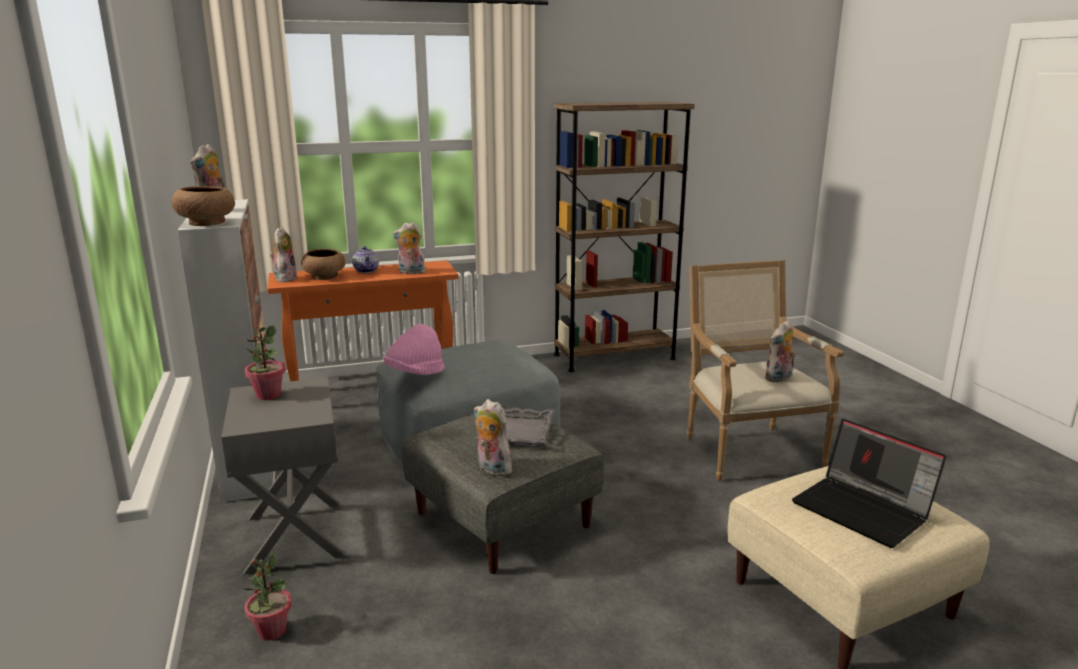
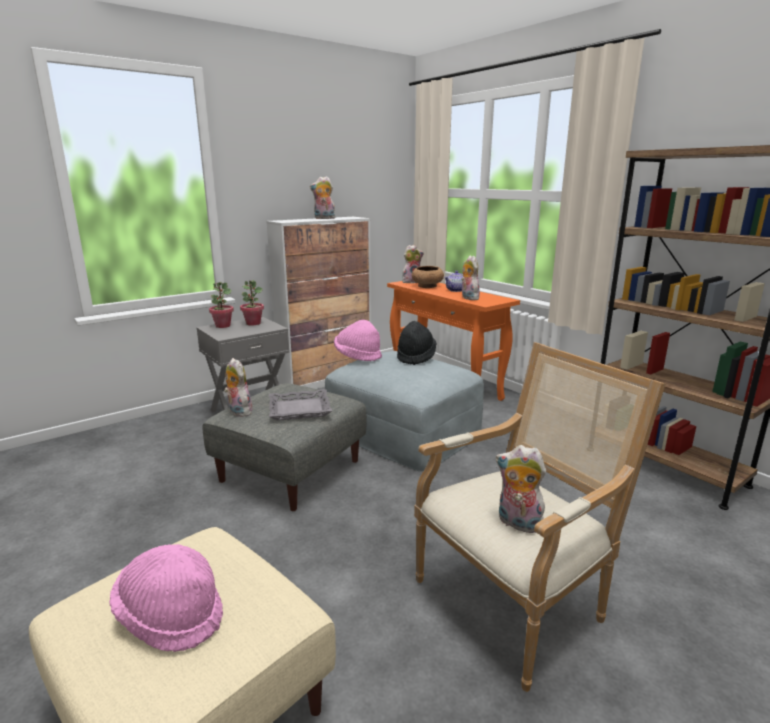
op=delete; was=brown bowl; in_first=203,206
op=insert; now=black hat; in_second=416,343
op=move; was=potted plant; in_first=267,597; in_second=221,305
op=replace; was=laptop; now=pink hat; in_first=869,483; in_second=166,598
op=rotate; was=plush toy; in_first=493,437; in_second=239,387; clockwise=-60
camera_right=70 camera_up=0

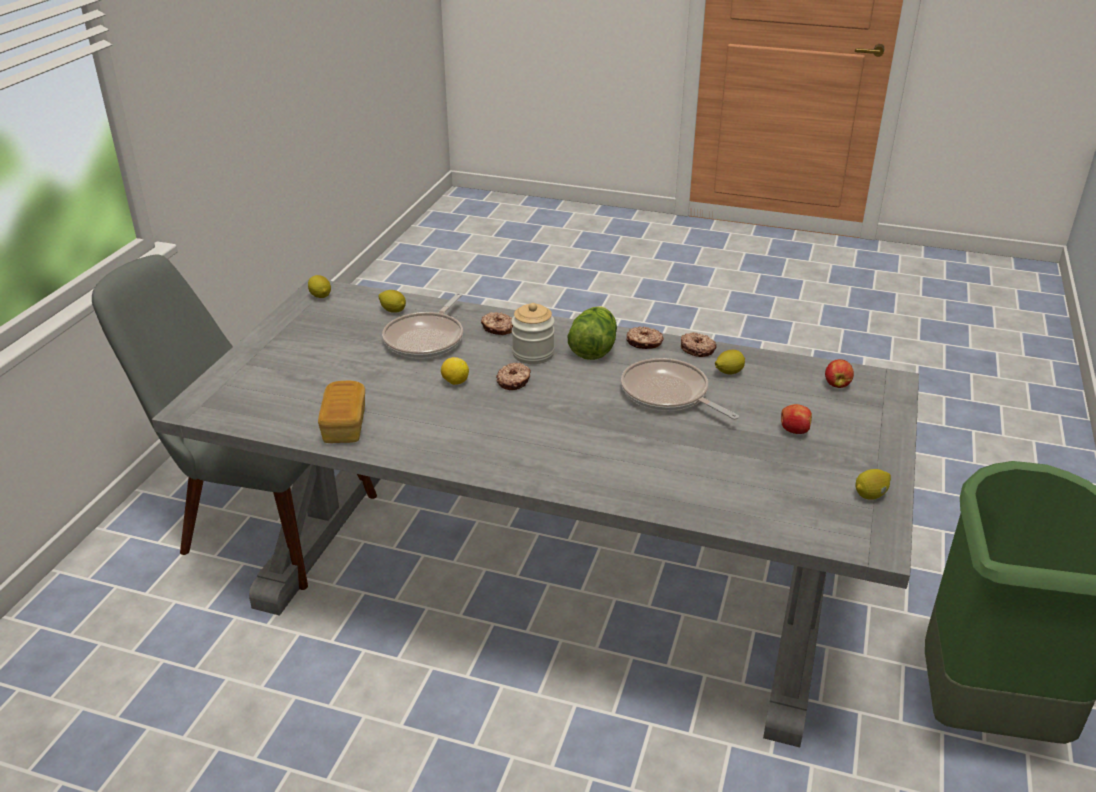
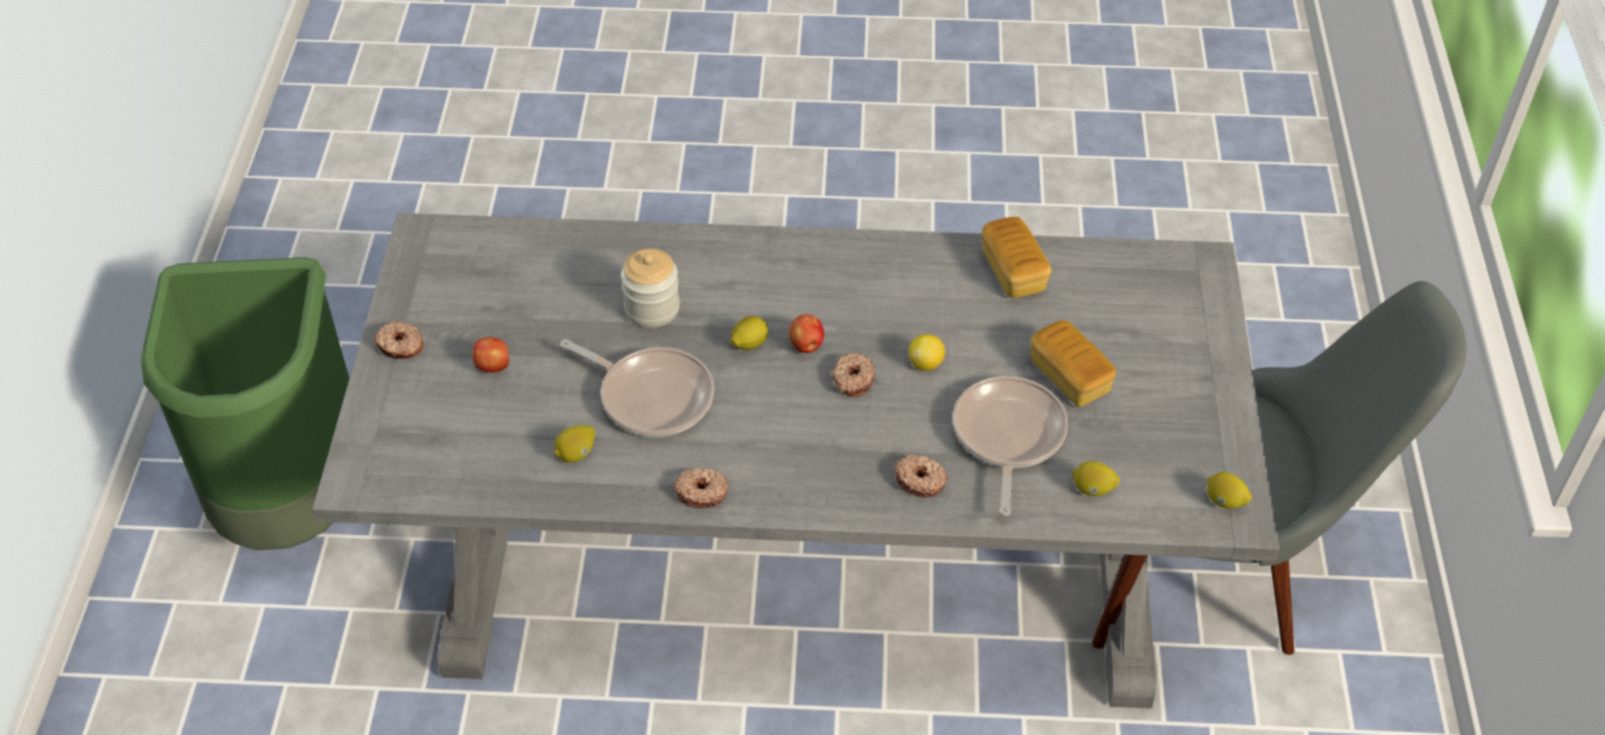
op=delete; was=lettuce; in_first=592,333
op=insert; now=bread; in_second=1073,363
op=move; was=jar; in_first=533,333; in_second=650,288
op=move; was=donut; in_first=699,344; in_second=399,340
op=move; was=apple; in_first=839,373; in_second=806,333
op=move; was=lemon; in_first=873,484; in_second=749,333
camera_right=165 camera_up=15

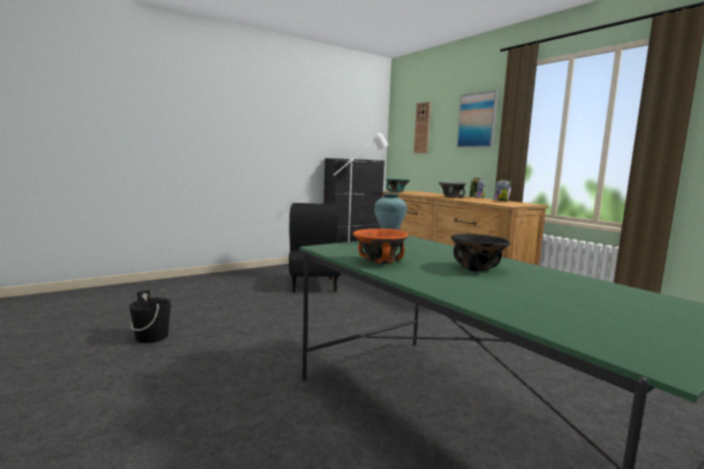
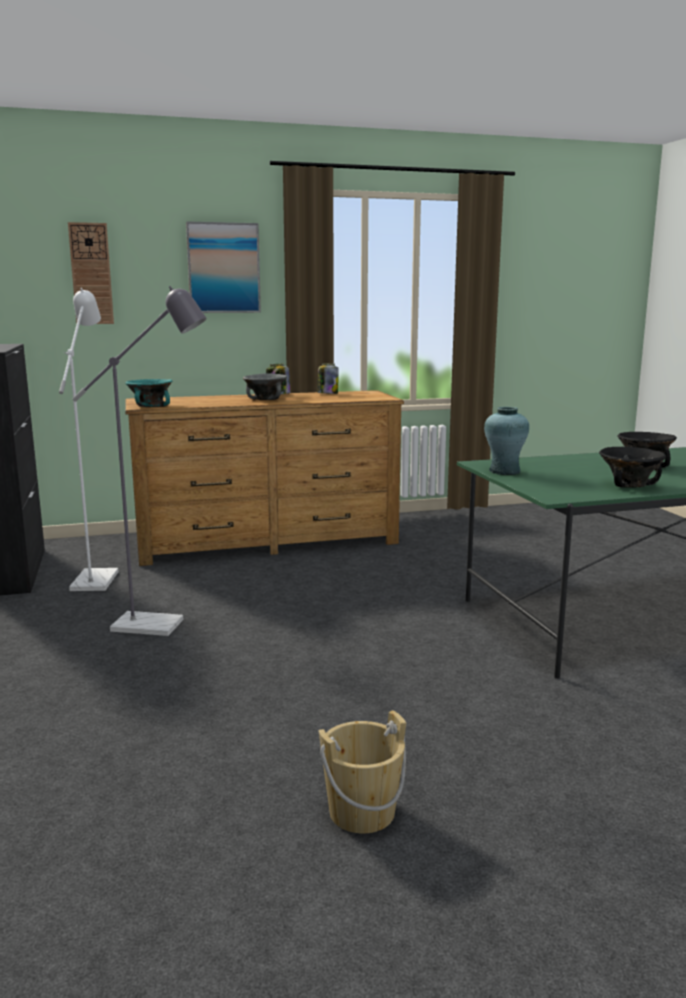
op=replace; was=black chair; now=grey floor lamp; in_first=315,248; in_second=139,461
op=recolor; was=black bucket; now=beige bucket; in_first=150,316; in_second=362,772
op=recolor; was=orange bowl; now=black bowl; in_first=380,246; in_second=632,467
camera_right=-70 camera_up=5

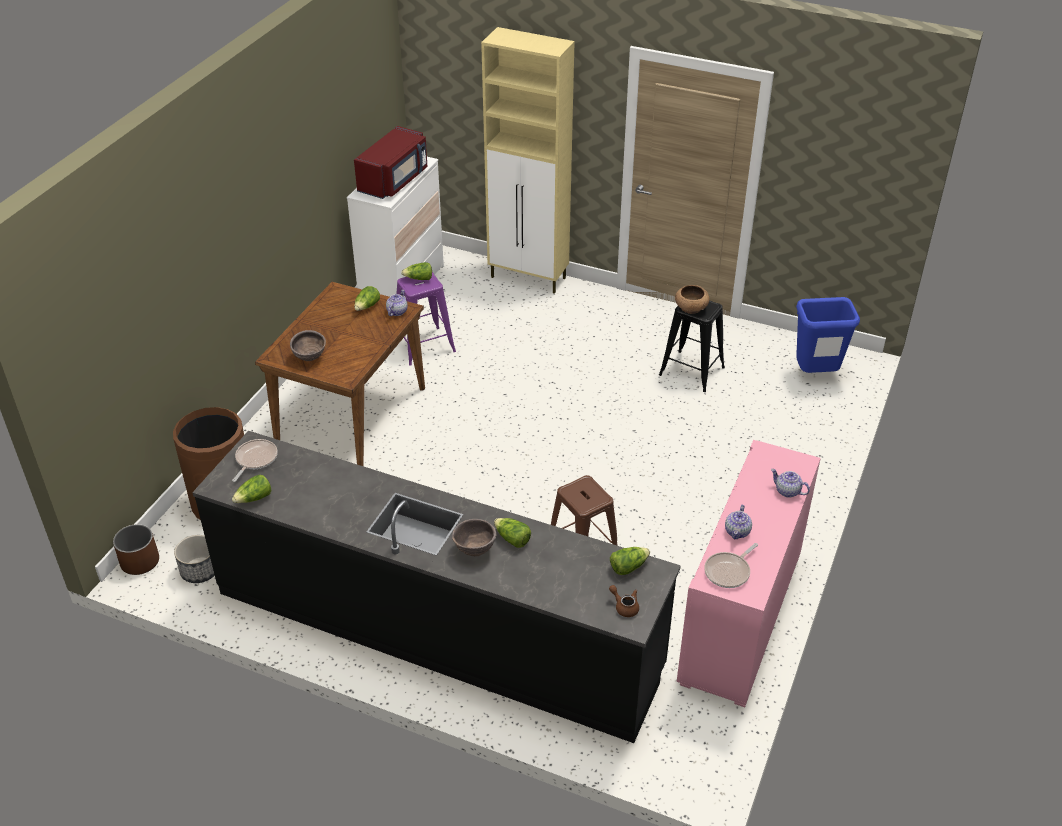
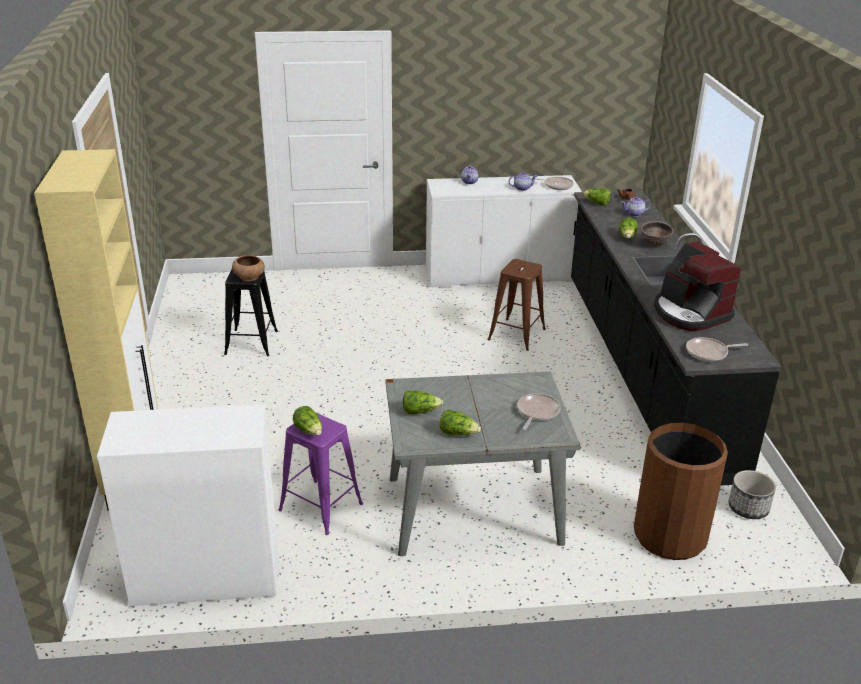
op=delete; was=brown planter; in_first=136,549
op=delete; was=red microwave; in_first=391,162
op=delete; was=blue trash can; in_first=828,335
op=insert; now=coffee machine; in_second=697,286
op=move; was=lettuce; in_first=251,489; in_second=460,422
op=move; was=teapot; in_first=397,303; in_second=636,206
op=replace; was=brown bowl; now=frying pan; in_first=308,345; in_second=538,411
op=recolor; was=brown dining table; now=grey dining table; in_first=340,374; in_second=482,463
op=recolor; was=pink cabinet; now=white cabinet; in_first=749,573; in_second=504,231
camera_right=-120 camera_up=-10

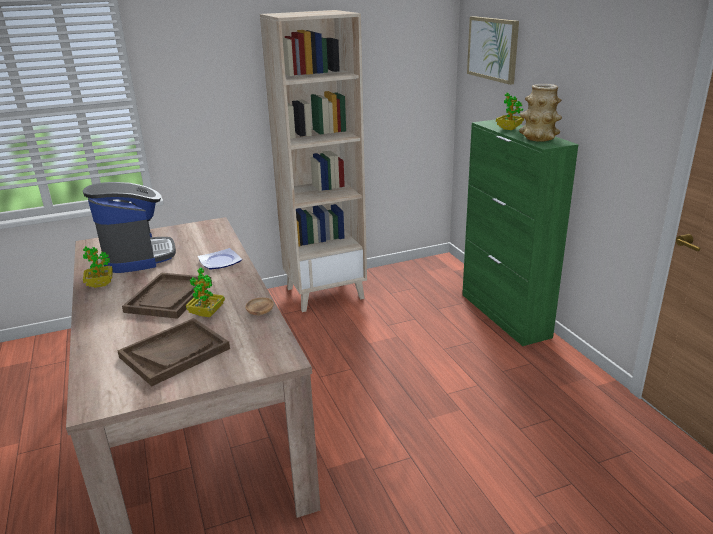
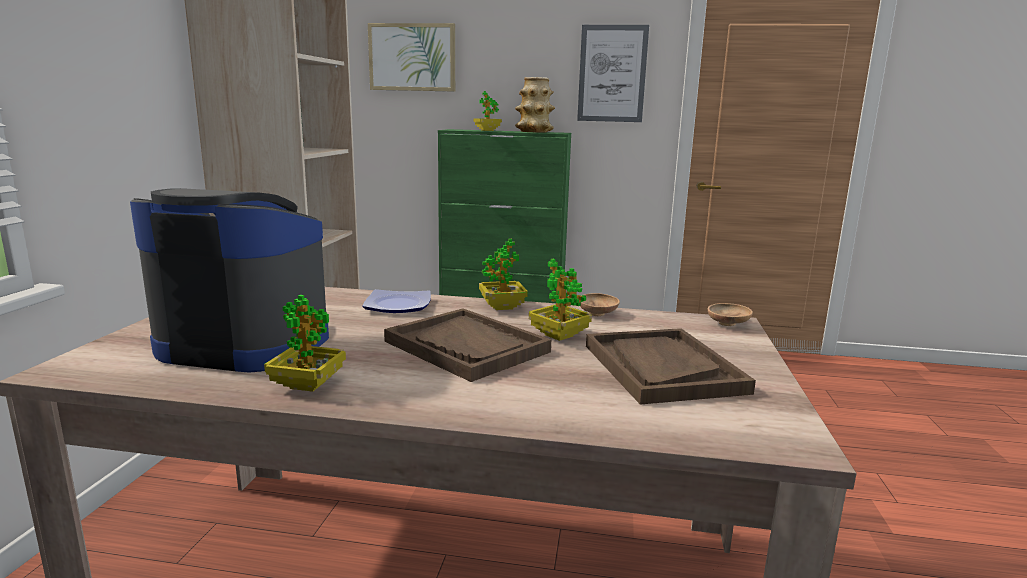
op=insert; now=potted plant; in_second=503,274
op=insert; now=picture; in_second=613,73
op=insert; now=brown bowl; in_second=730,314
camera_right=-60 camera_up=-10

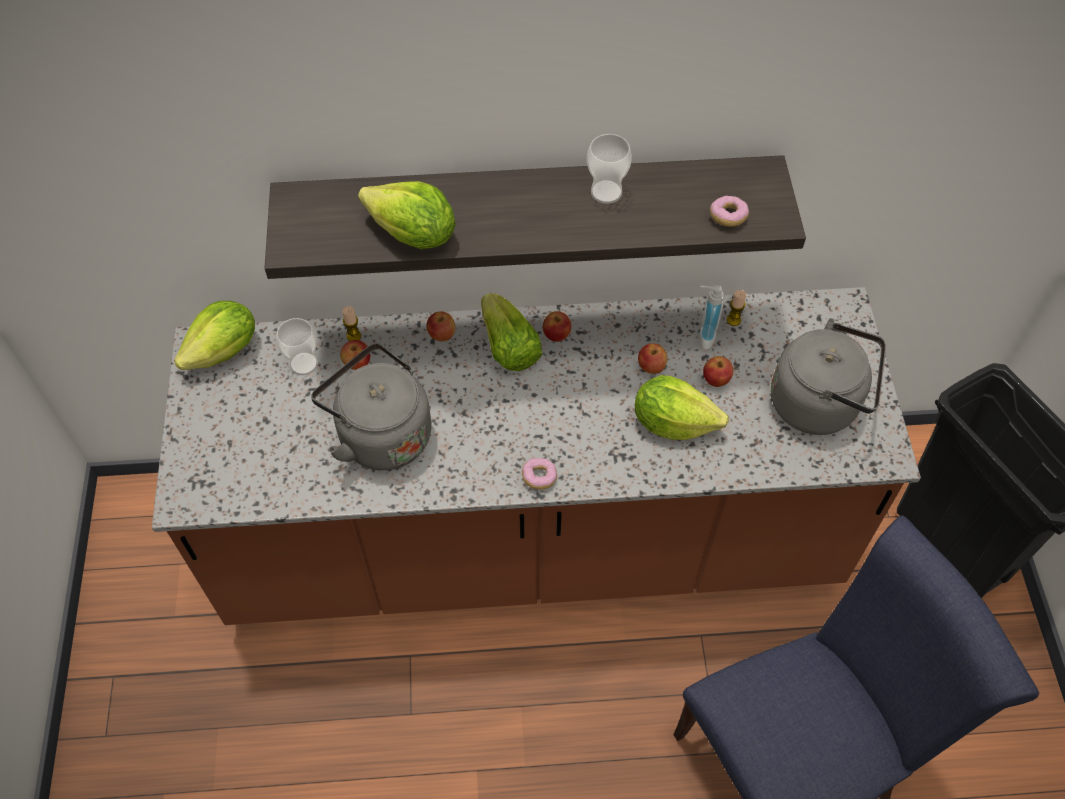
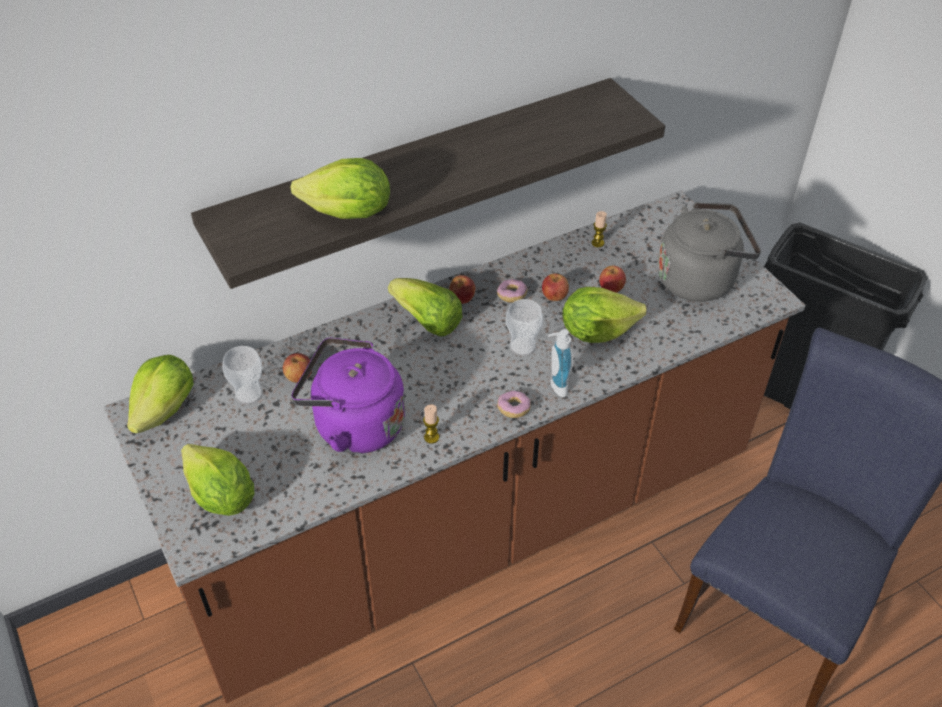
op=delete; was=apple; in_first=441,326
op=insert; now=lettuce; in_second=218,480
op=move; was=candle; in_first=351,323; in_second=431,424
op=move; was=cup; in_first=609,169; in_second=524,327
op=move; was=soap dispenser; in_first=711,317; in_second=560,363
op=move; was=donut; in_first=729,211; in_second=512,290
op=recolor; was=grey kettle; now=purple kettle; in_first=371,406; in_second=348,395
camera_right=-25 camera_up=-10

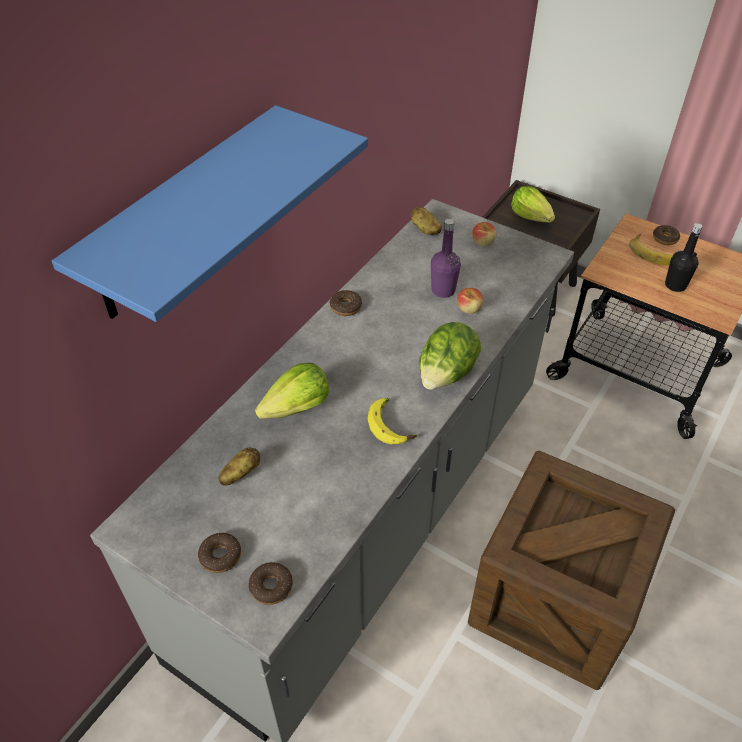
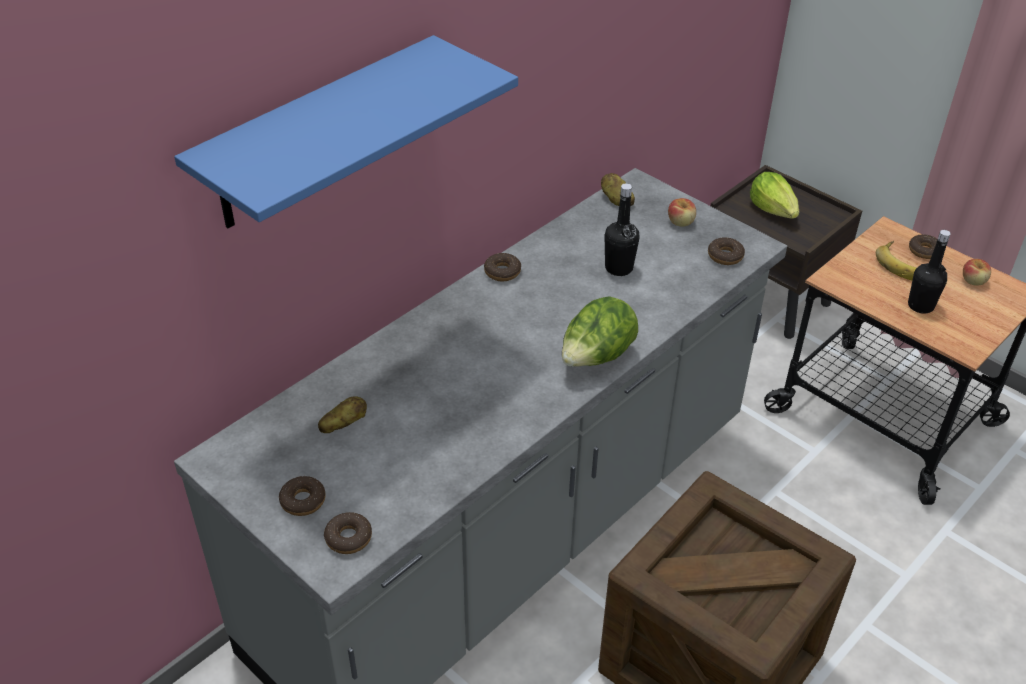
op=delete; was=lettuce; in_first=292,391
op=delete; was=banana; in_first=392,421
op=insert; now=donut; in_second=726,251
op=move; was=apple; in_first=470,301; in_second=977,272
op=recolor; was=purple bottle; now=black bottle; in_first=446,258; in_second=622,229
camera_right=10 camera_up=-5

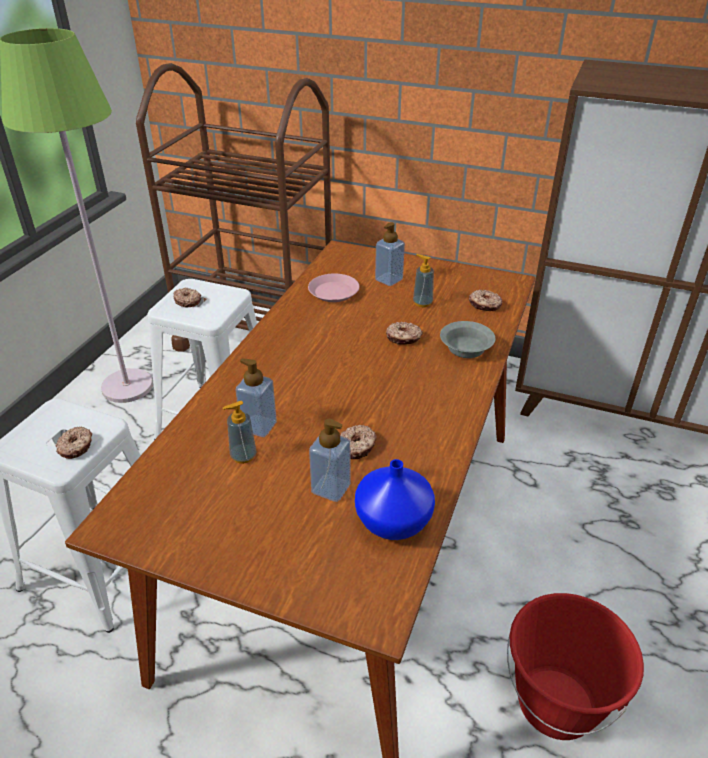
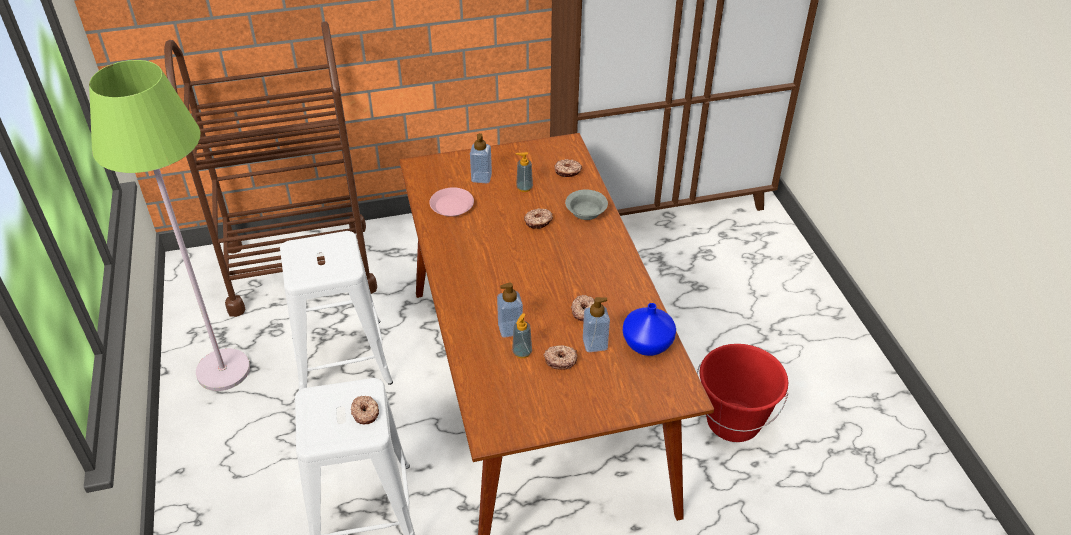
op=move; was=donut; in_first=187,297; in_second=560,357
camera_right=-35 camera_up=5

